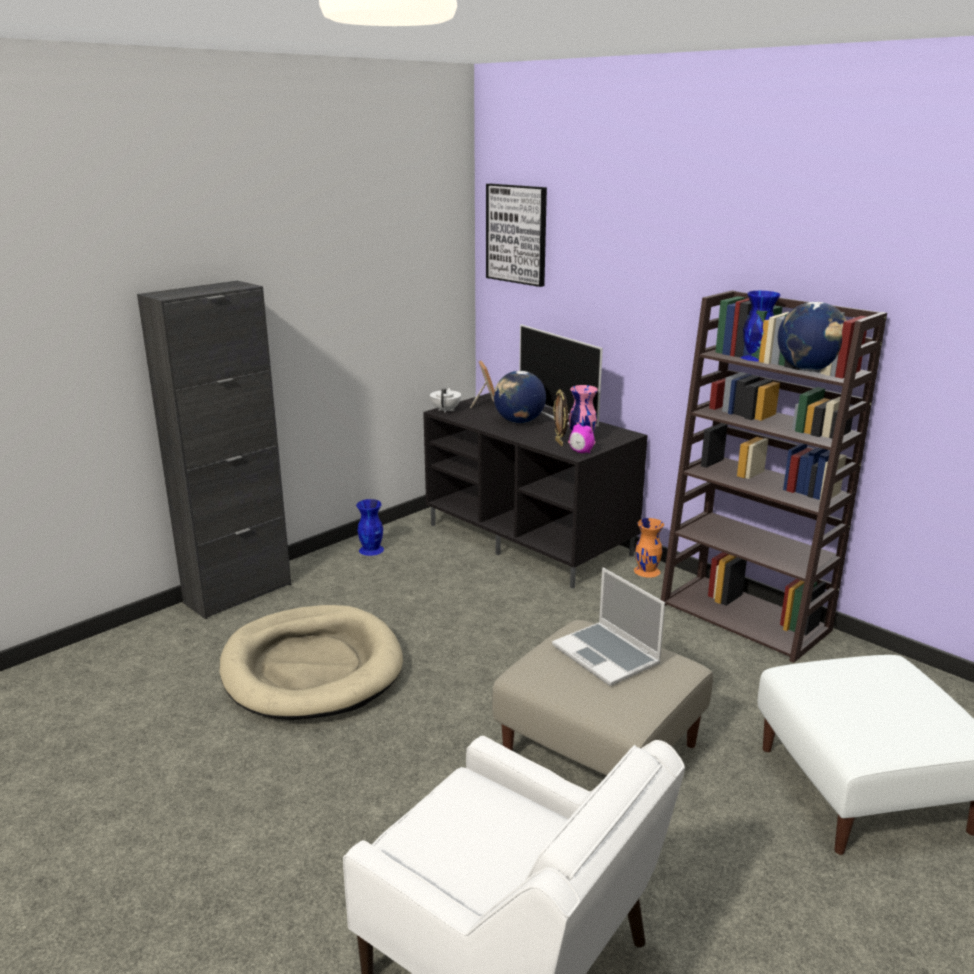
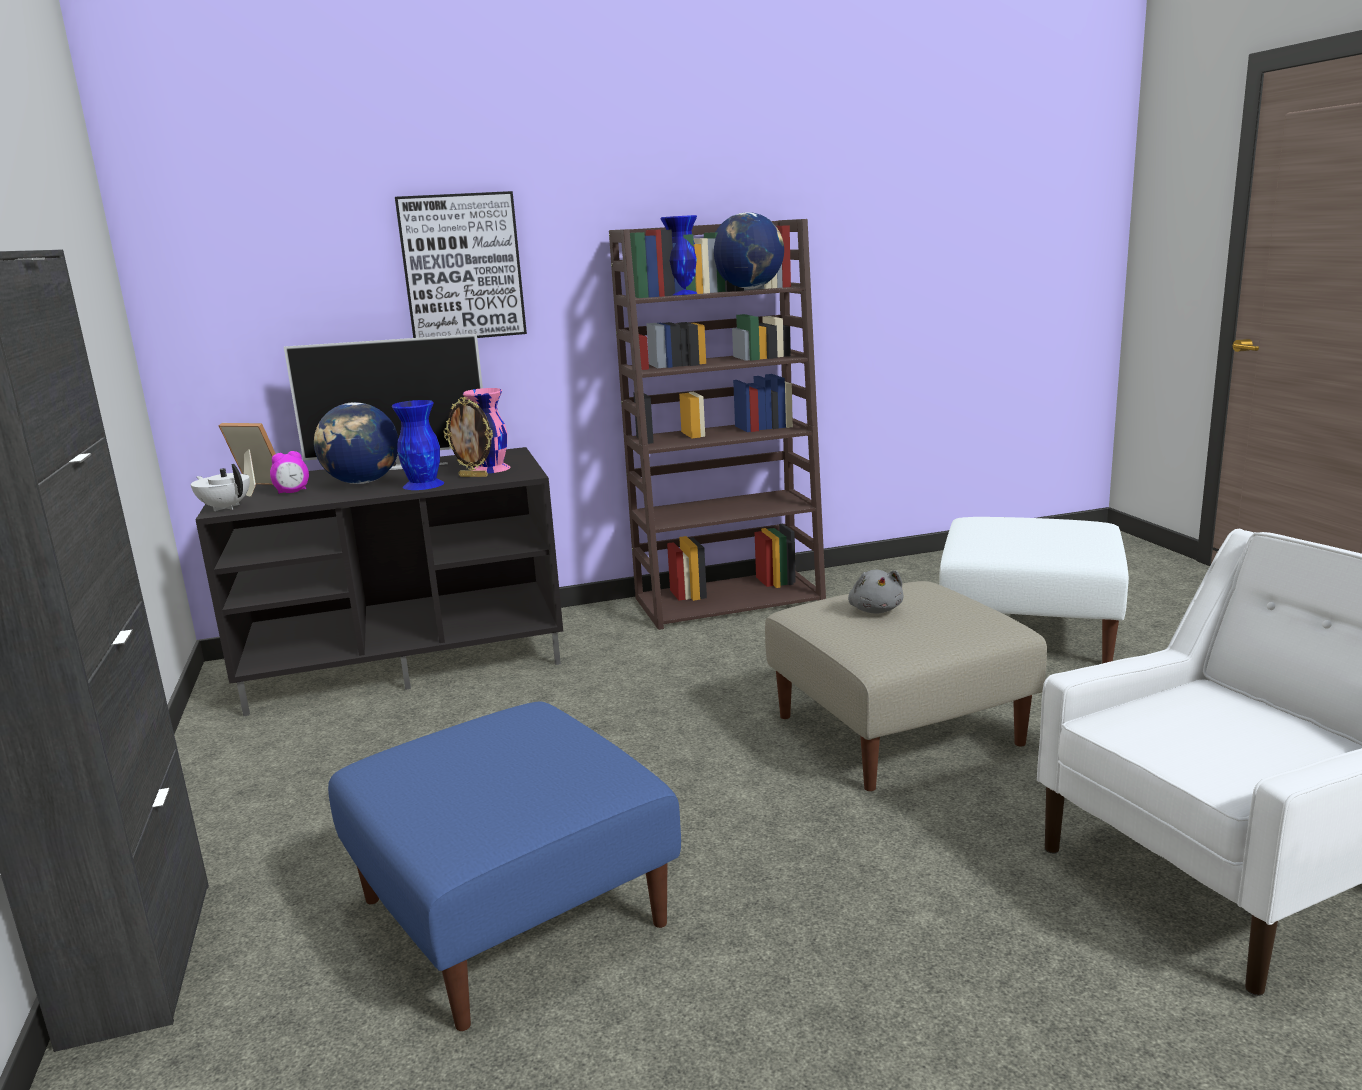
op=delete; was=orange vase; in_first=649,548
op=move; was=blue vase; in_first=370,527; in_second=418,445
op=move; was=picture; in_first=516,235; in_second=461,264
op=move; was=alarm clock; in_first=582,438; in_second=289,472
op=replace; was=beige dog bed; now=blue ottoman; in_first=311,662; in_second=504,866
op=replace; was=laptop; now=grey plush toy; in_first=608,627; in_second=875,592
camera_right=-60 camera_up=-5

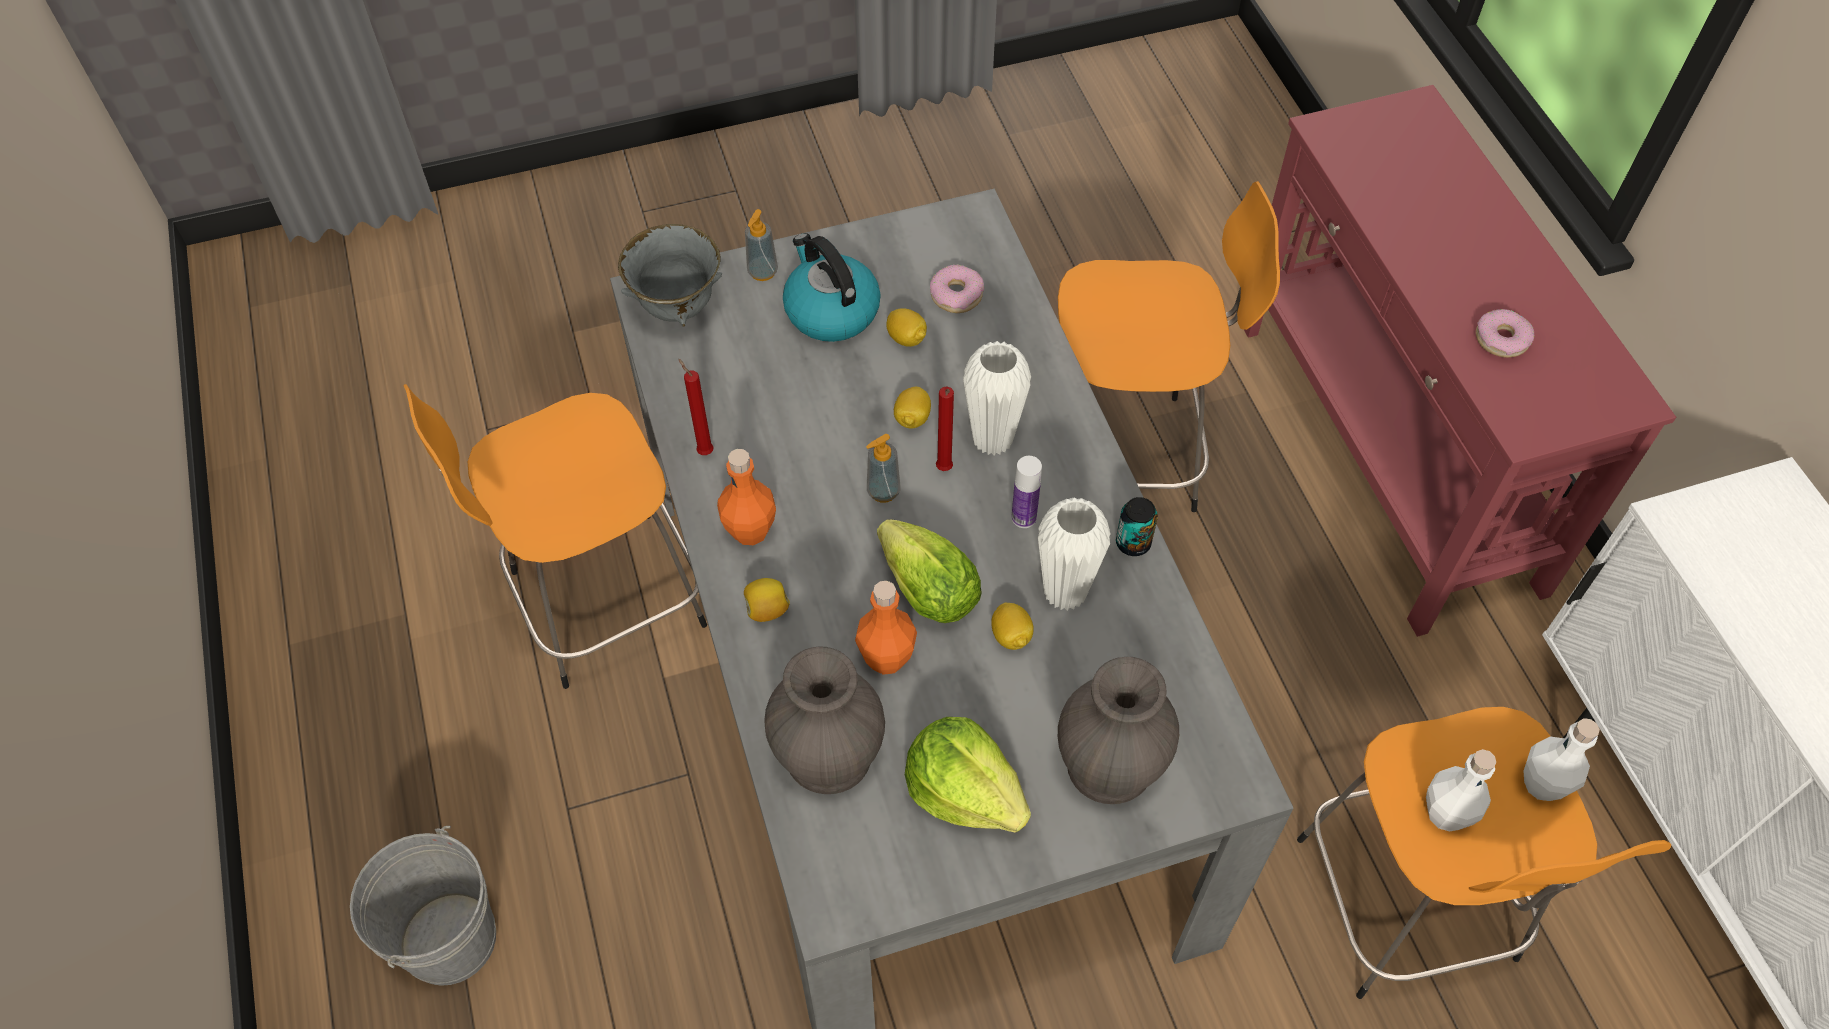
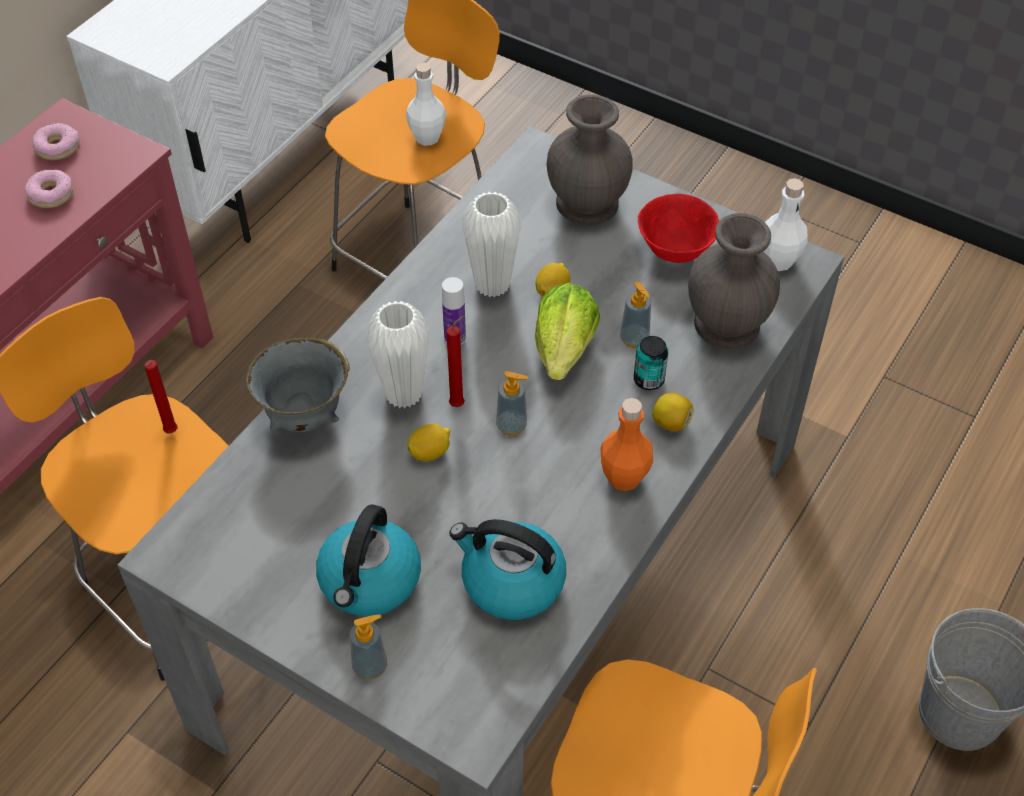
op=delete; was=lemon; in_first=906,327
op=insert; now=kettle; in_second=507,569
op=move; was=grey bowl; in_first=670,275; in_second=298,384
op=move; was=red candle; in_first=695,407; in_second=160,396
op=move; was=donut; in_first=957,288; in_second=56,141
op=move; was=can; in_first=1137,526; in_second=651,363
op=move; was=white bottle; in_first=1562,759; in_second=785,224
op=replace; was=orange bottle; now=soap dispenser; in_first=886,628; in_second=635,314
op=replace; was=lettuce; now=red bowl; in_first=968,775; in_second=678,228
camera_right=-130 camera_up=-5

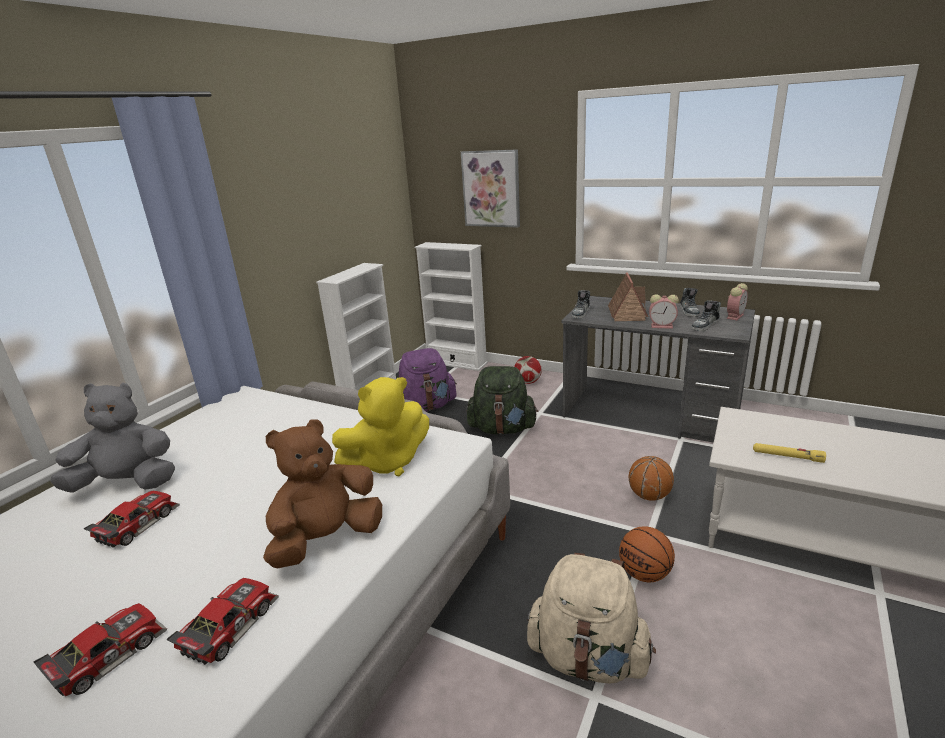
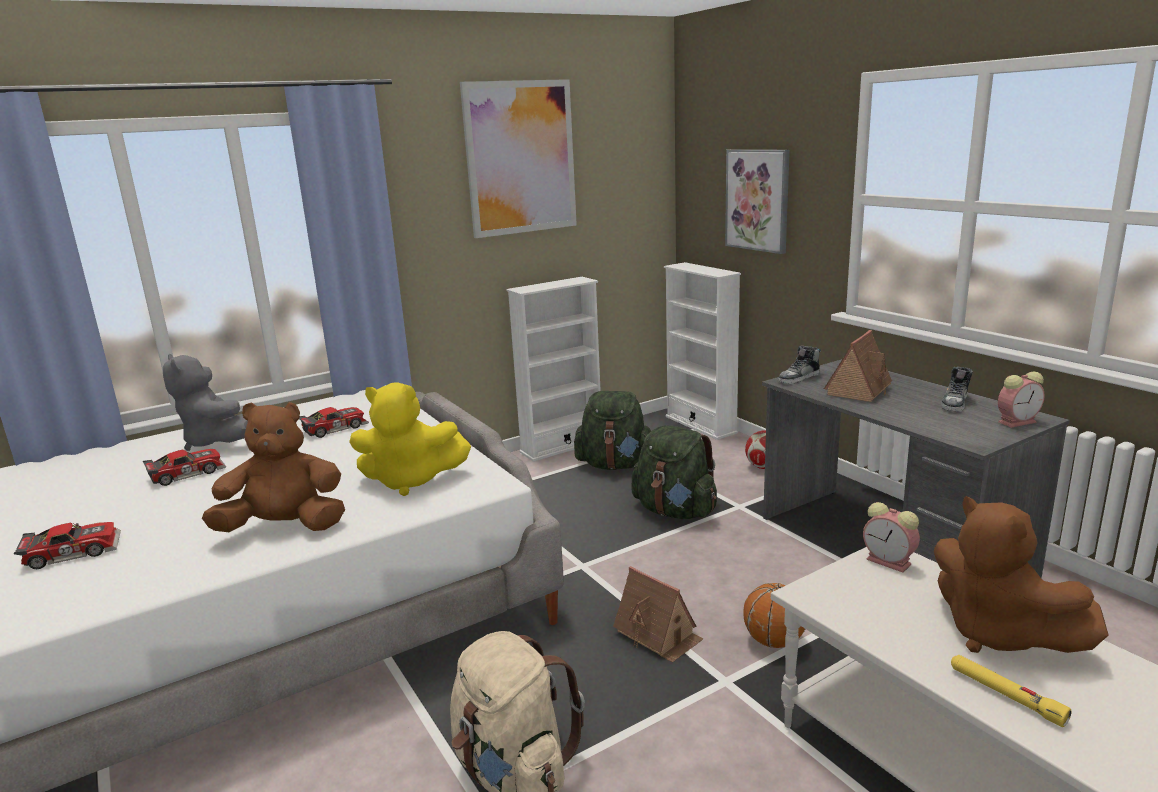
op=delete; was=basketball; in_first=647,554
op=delete; was=shoe; in_first=706,315
op=insert; now=picture; in_second=518,158
op=insert; now=toy house; in_second=658,614
op=insert; now=brown plush toy; in_second=1021,574
op=move; was=toy car; in_first=223,621; in_second=334,422
op=move; was=alarm clock; in_first=664,311; in_second=891,537
op=move; was=yellow flashlight; in_first=789,453; in_second=1011,691
op=recolor; was=purple backpack; now=green backpack; in_first=428,380; in_second=612,430
op=rotate; was=grey plush toy; in_first=112,438; in_second=205,402; clockwise=-150
camera_right=30 camera_up=-5

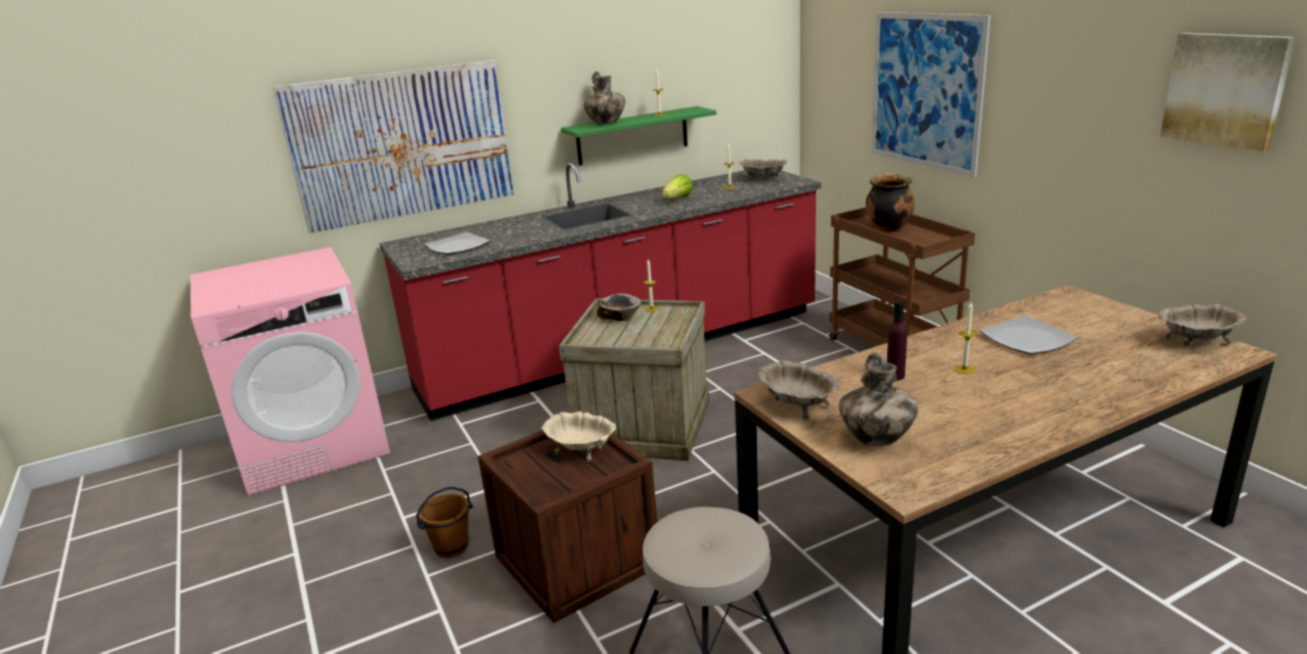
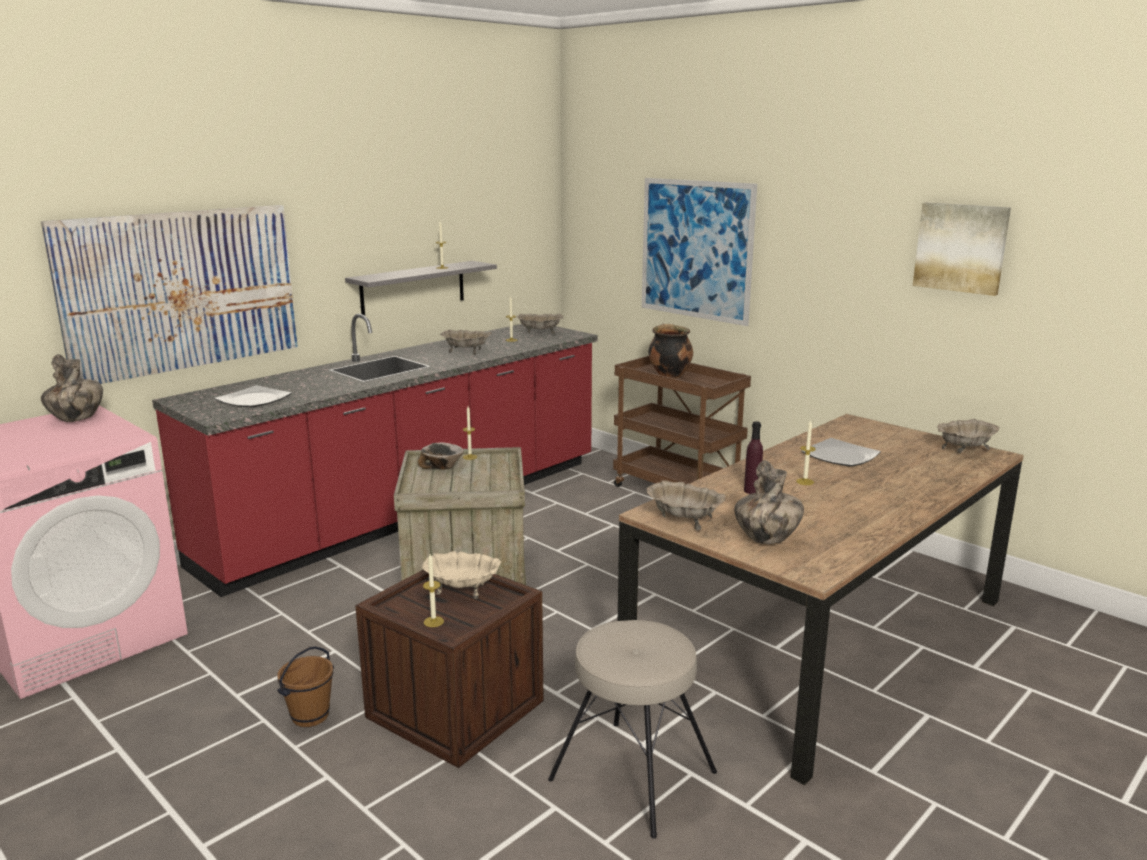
op=insert; now=candle; in_second=433,590
op=move; was=vase; in_first=604,98; in_second=72,388
op=replace; was=lettuce; now=beige bowl; in_first=677,186; in_second=466,342
op=recolor; was=green shelf; now=grey shelf; in_first=638,136; in_second=421,288
camera_right=-20 camera_up=-5

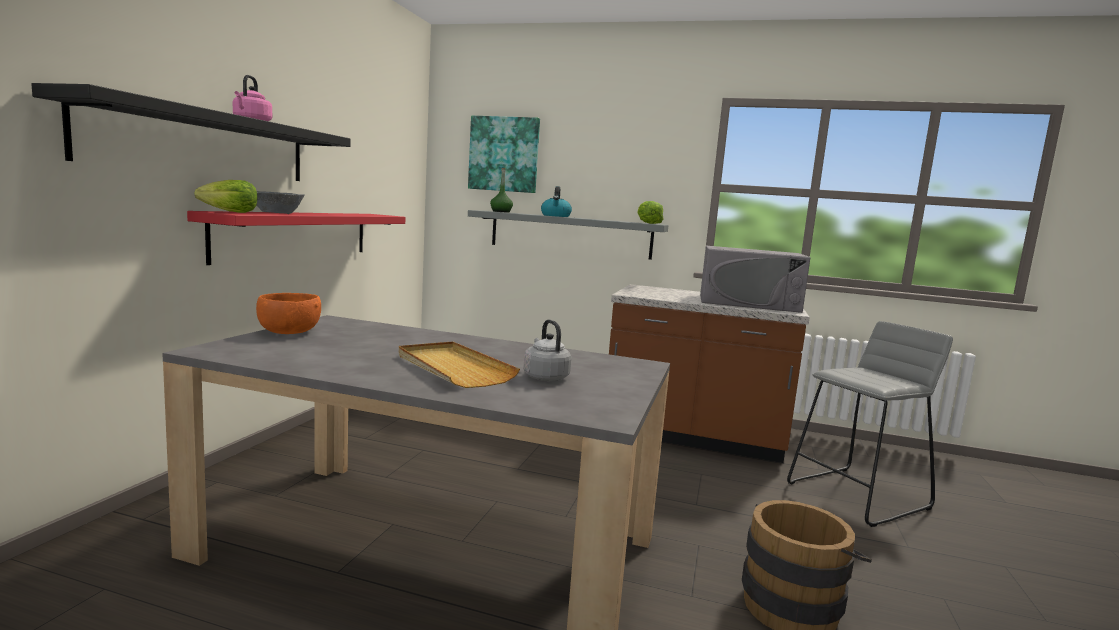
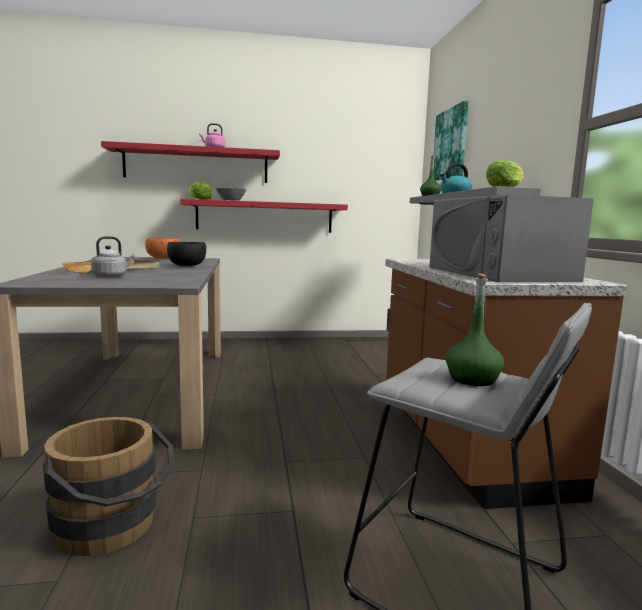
op=insert; now=black bowl; in_second=186,254
op=insert; now=green bottle; in_second=475,330
op=recolor; was=black shelf; now=red shelf; in_first=191,132; in_second=190,162
camera_right=65 camera_up=0

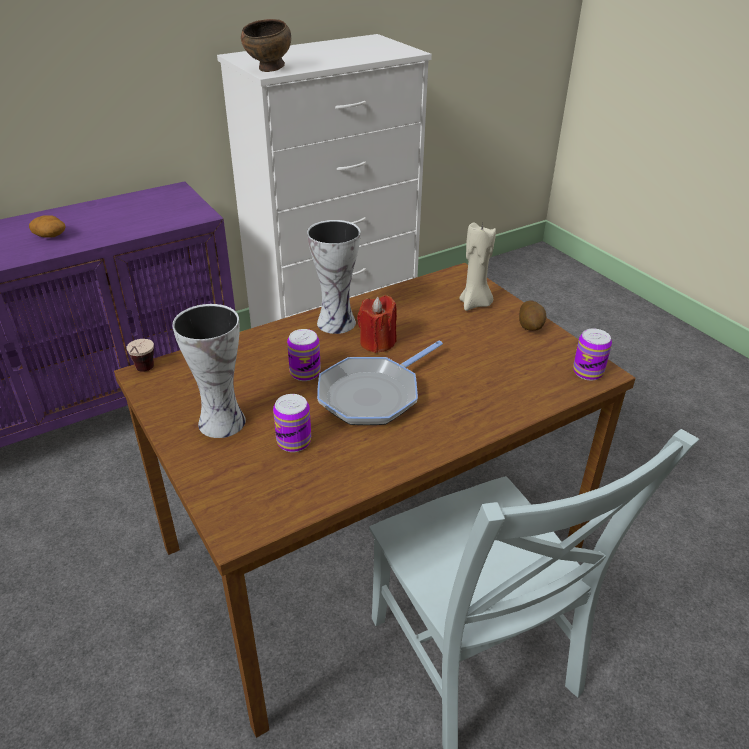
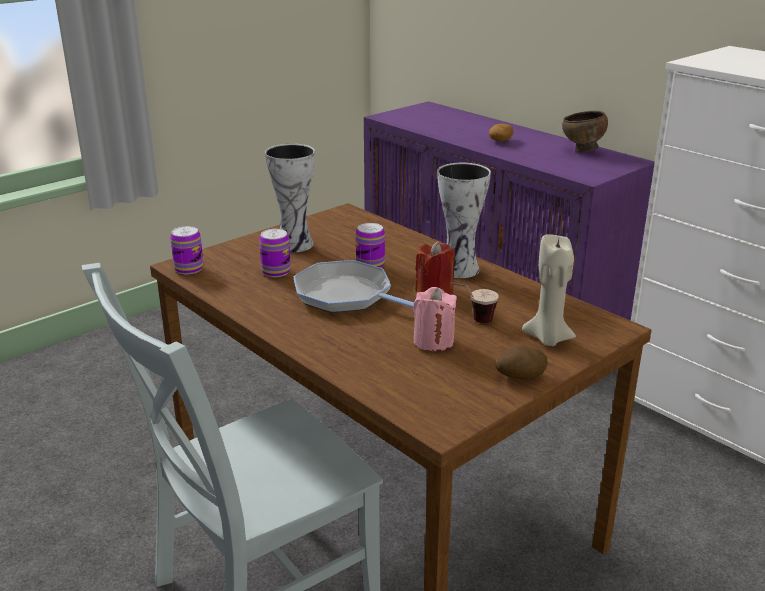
op=insert; now=pink candle; in_second=435,319
op=move; was=cup; in_first=140,355; in_second=474,302
op=move; was=brown bowl; in_first=266,45; in_second=585,131
op=move; was=can; in_first=592,354; in_second=186,250
camera_right=80 camera_up=-10

